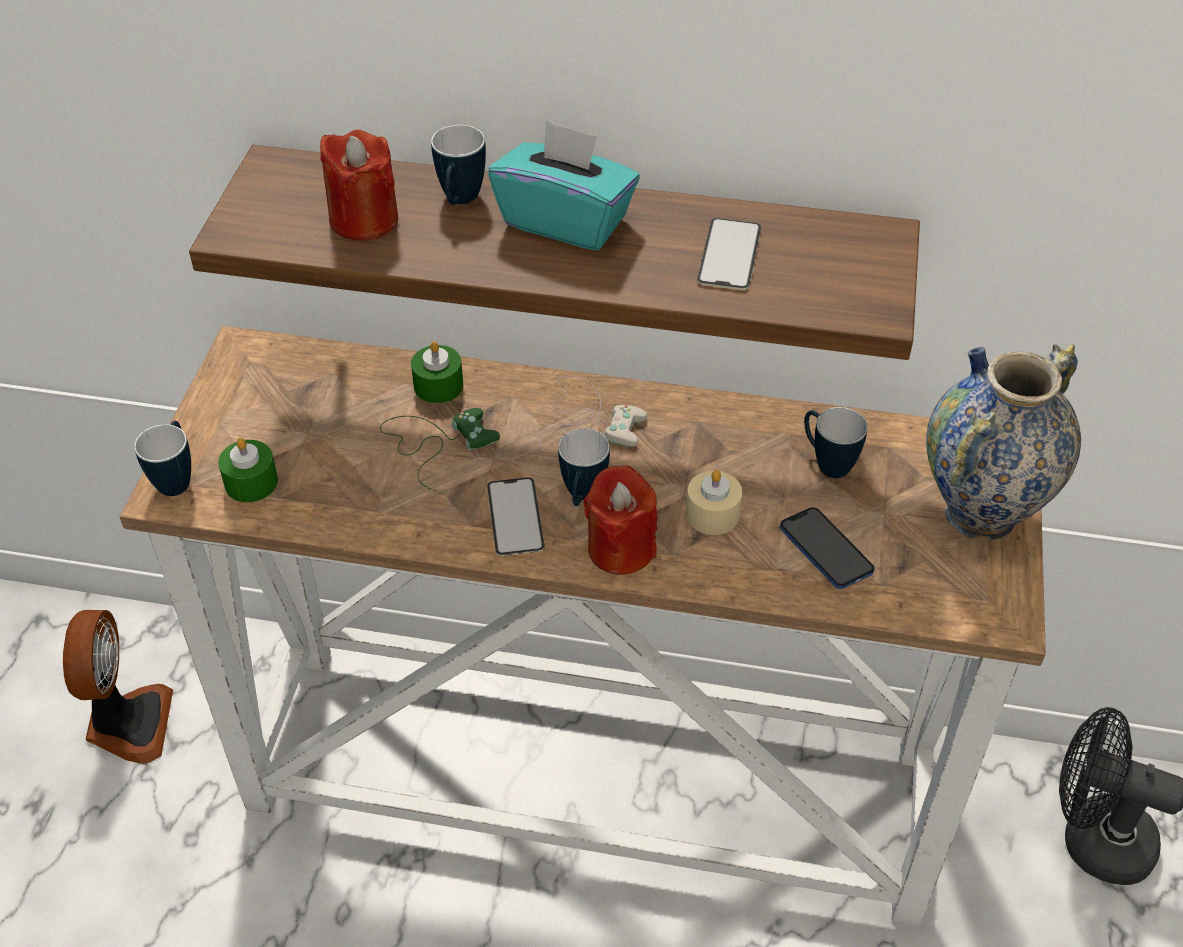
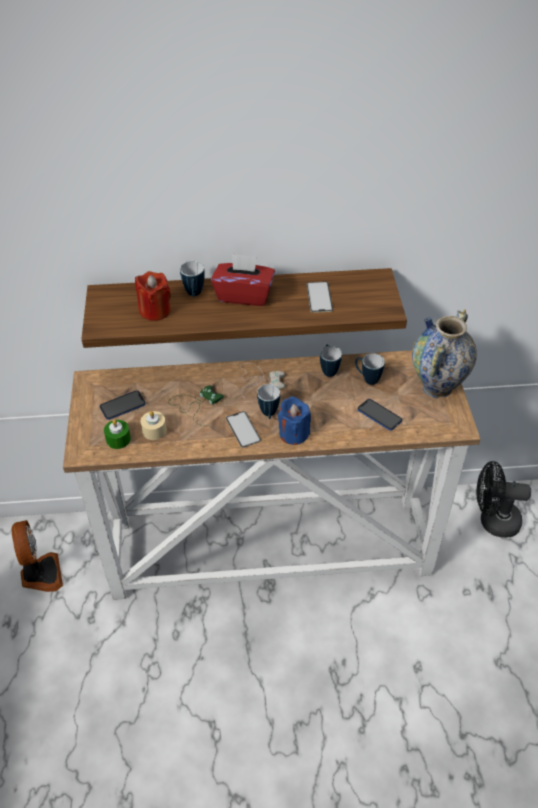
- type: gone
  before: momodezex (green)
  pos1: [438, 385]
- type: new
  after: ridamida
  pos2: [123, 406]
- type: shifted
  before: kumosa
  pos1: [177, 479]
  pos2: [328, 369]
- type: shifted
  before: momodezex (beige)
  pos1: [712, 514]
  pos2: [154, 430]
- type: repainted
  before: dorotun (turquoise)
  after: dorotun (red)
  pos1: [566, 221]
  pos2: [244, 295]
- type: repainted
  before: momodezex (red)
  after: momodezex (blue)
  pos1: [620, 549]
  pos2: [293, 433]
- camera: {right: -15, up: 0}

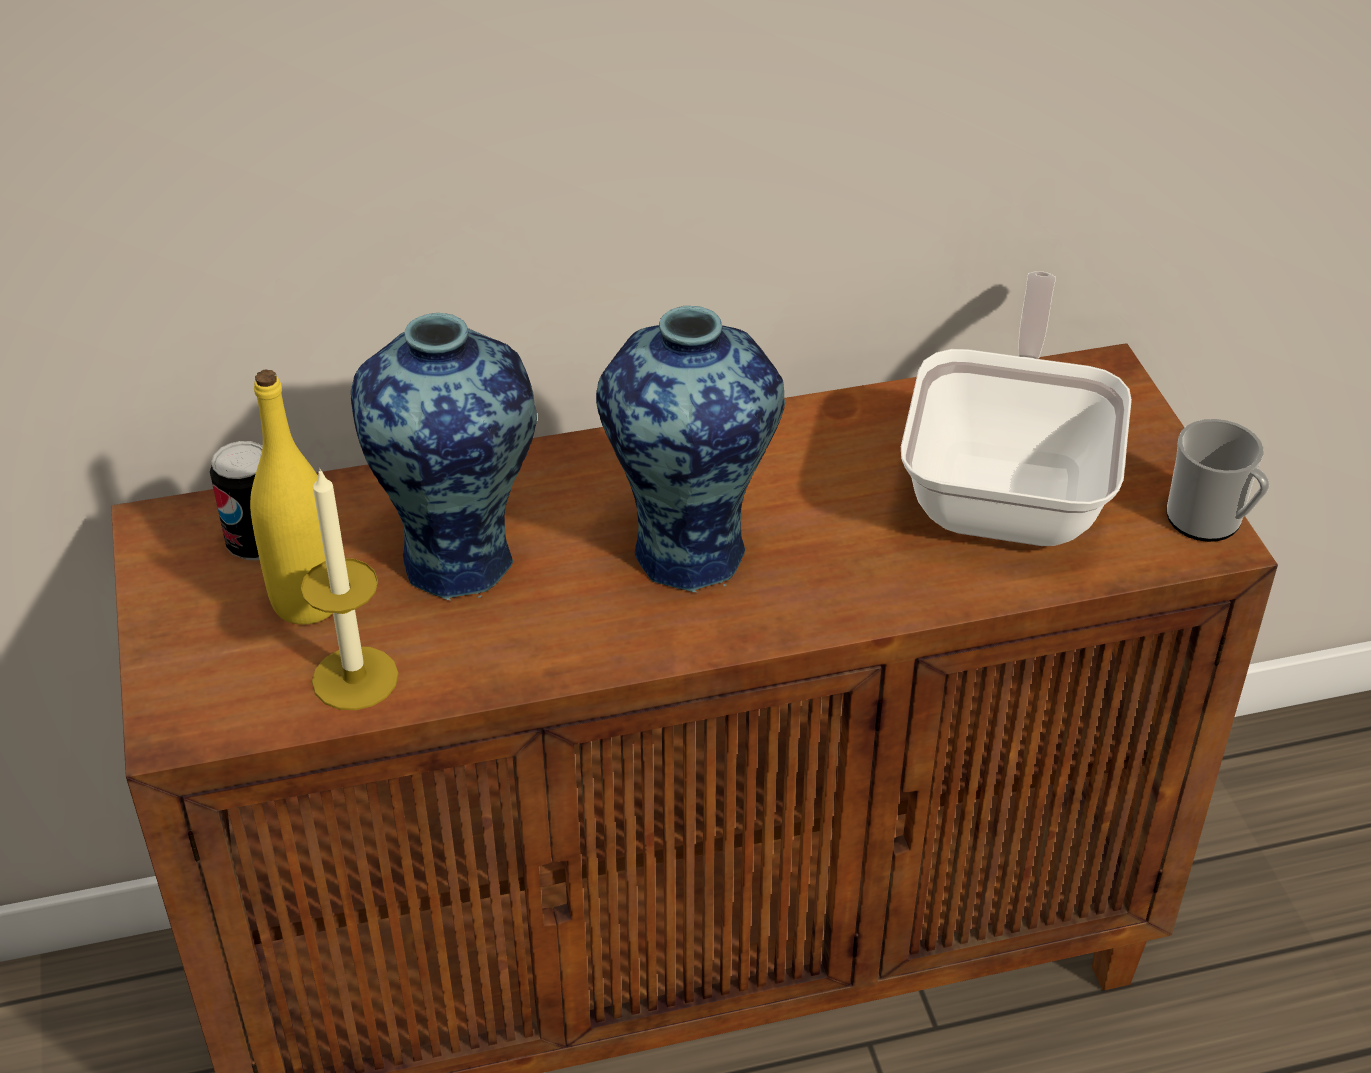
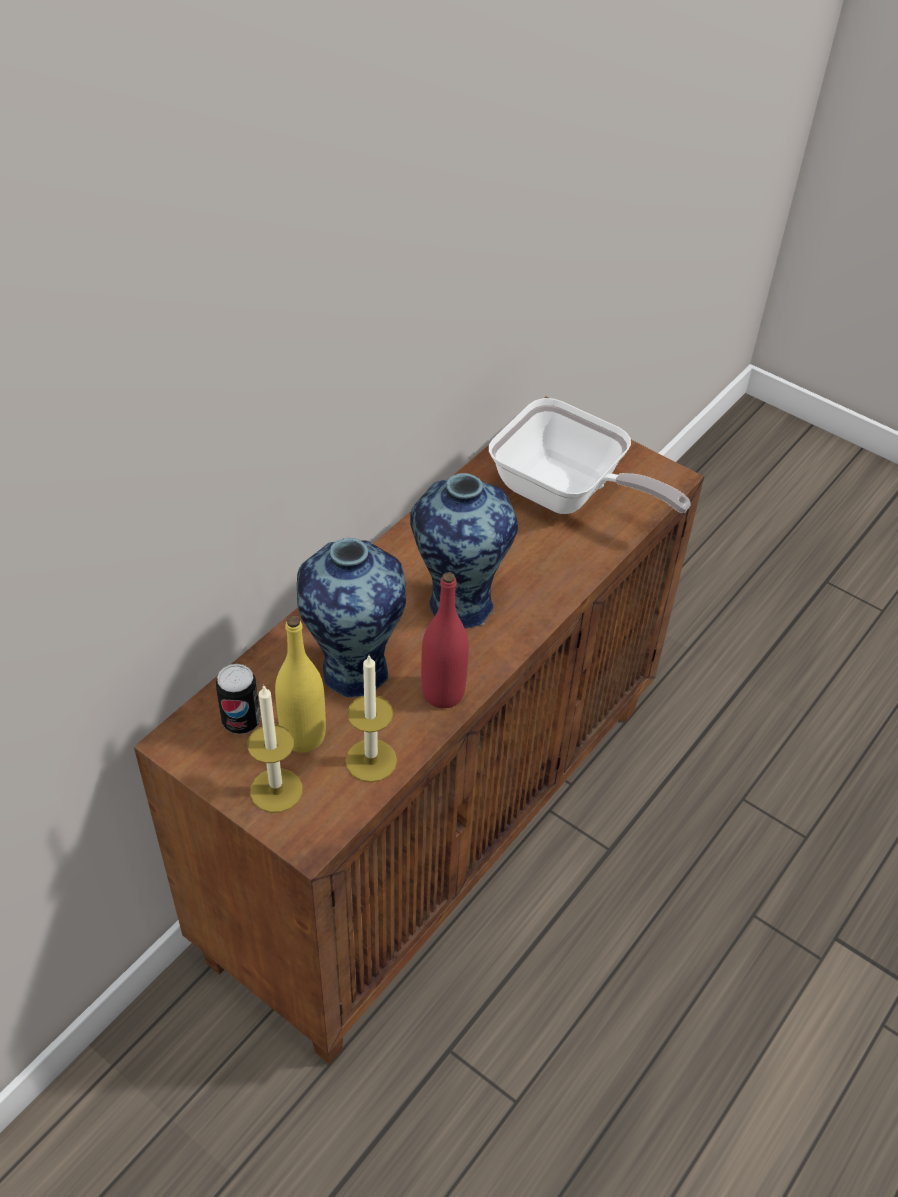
- type: gone
  before: kumosa
  pos1: [1210, 522]
- type: new
  after: momodezex
  pos2: [276, 790]
- type: new
  after: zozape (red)
  pos2: [443, 693]
- type: rotated
  before: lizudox
  pos1: [1011, 487]
  pos2: [567, 495]
  turn: 150
- camera: {right: -40, up: 5}

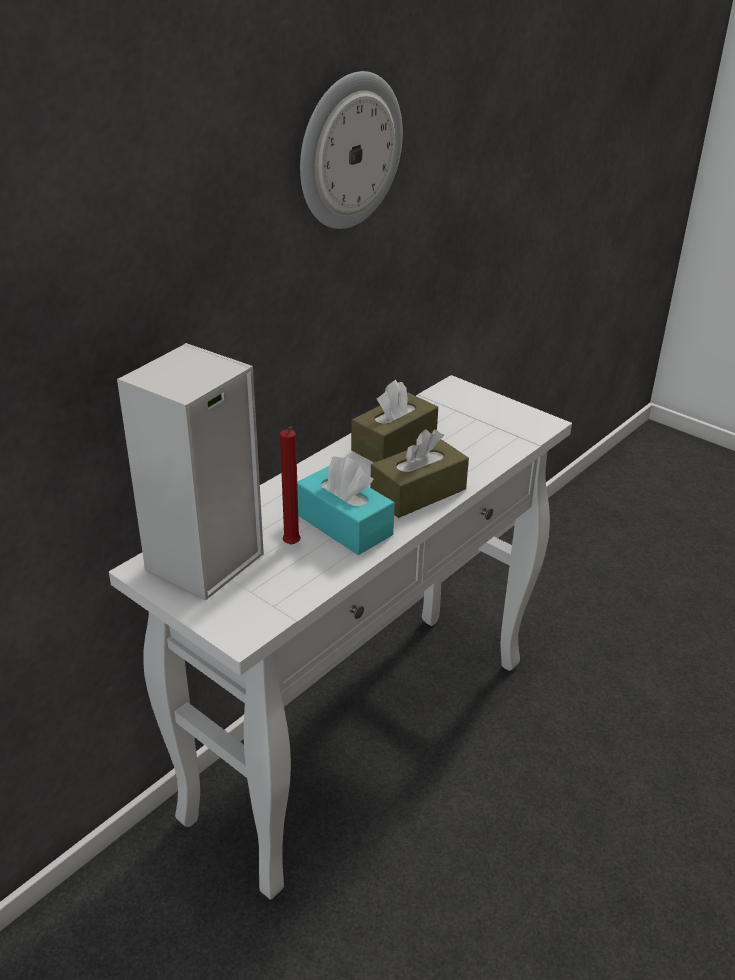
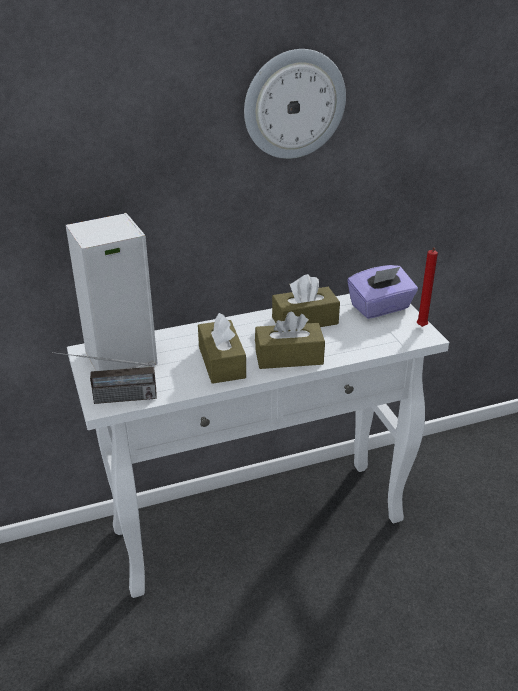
- type: new
  after: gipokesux
  pos2: [108, 399]
- type: new
  after: dorotun (purple)
  pos2: [380, 307]
- type: shifted
  before: momodezex (red)
  pos1: [292, 546]
  pos2: [421, 327]
- type: repainted
  before: dorotun (turquoise)
  after: dorotun (brown)
  pos1: [344, 525]
  pos2: [222, 362]
- camera: {right: 30, up: 0}

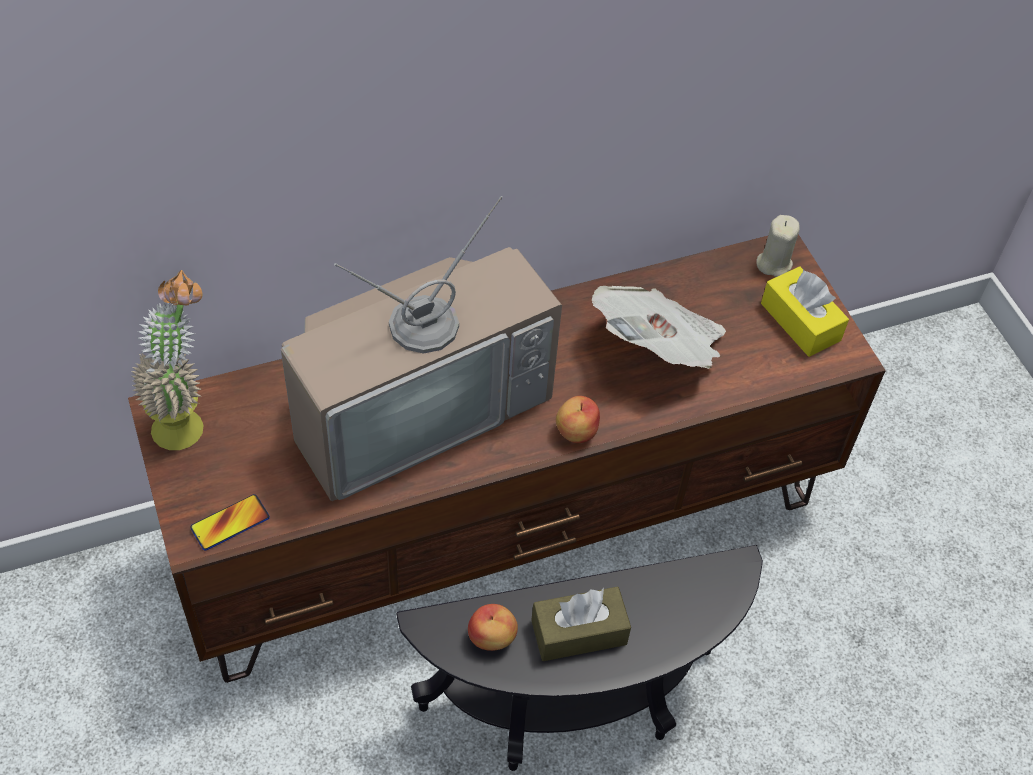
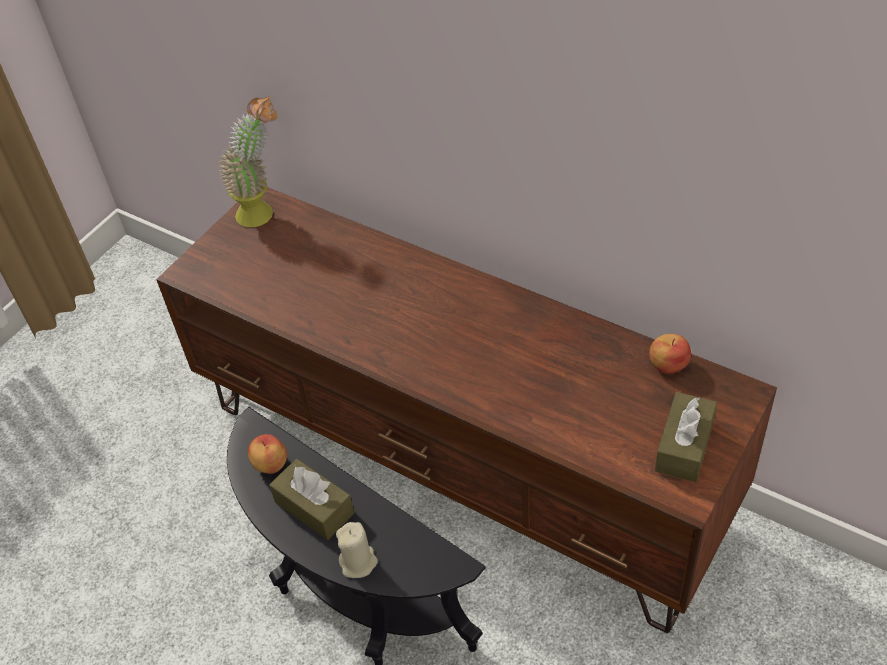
- type: gone
  before: ridamida
  pos1: [230, 523]
- type: gone
  before: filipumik
  pos1: [418, 406]
- type: gone
  before: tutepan
  pos1: [659, 348]
- type: shifted
  before: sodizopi
  pos1: [576, 431]
  pos2: [668, 364]
- type: shifted
  before: momodezex (beige)
  pos1: [773, 263]
  pos2: [358, 562]
- type: repainted
  before: dorotun (yellow)
  after: dorotun (brown)
  pos1: [800, 322]
  pos2: [684, 446]
- camera: {right: 60, up: -5}

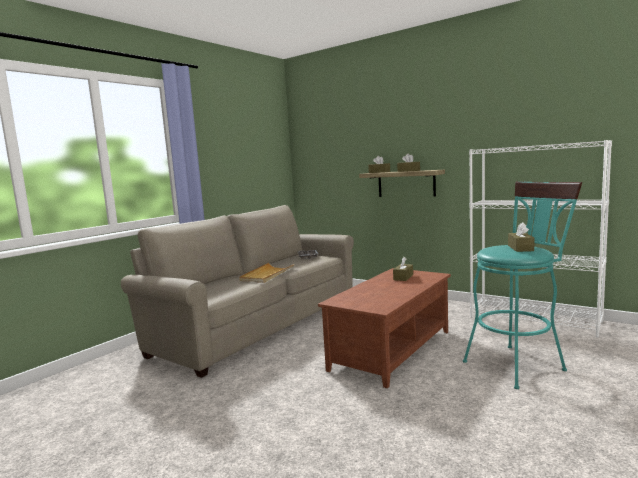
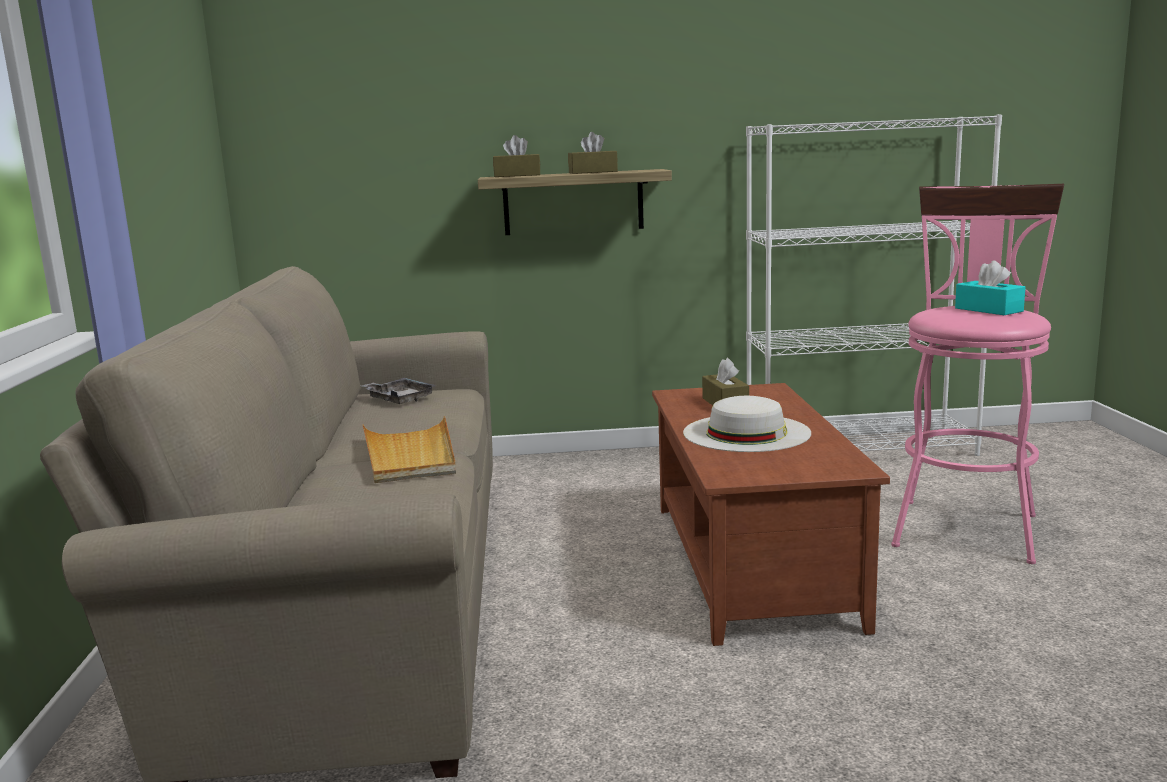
- type: new
  after: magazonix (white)
  pos2: [746, 433]
- type: repainted
  before: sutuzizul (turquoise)
  after: sutuzizul (pink)
  pos1: [518, 363]
  pos2: [965, 524]
- type: repainted
  before: dorotun (brown)
  after: dorotun (turquoise)
  pos1: [520, 248]
  pos2: [988, 310]
- camera: {right: -40, up: 5}

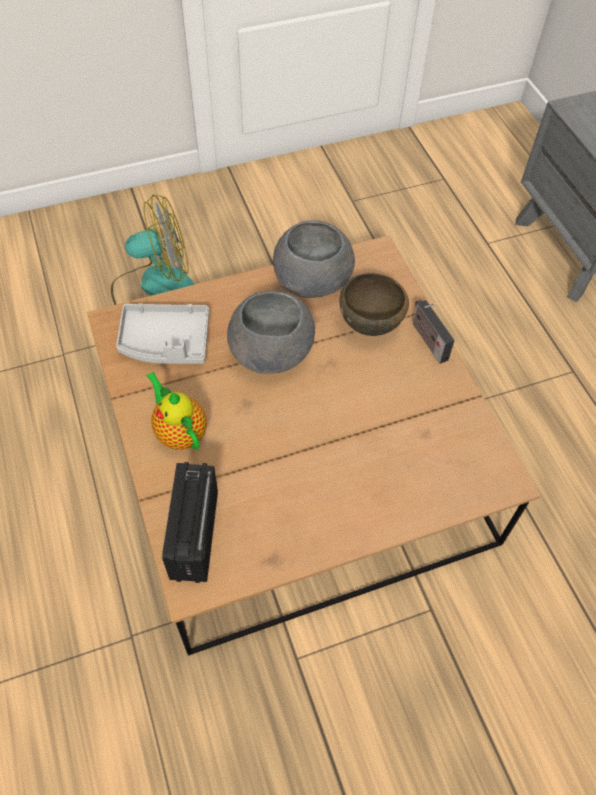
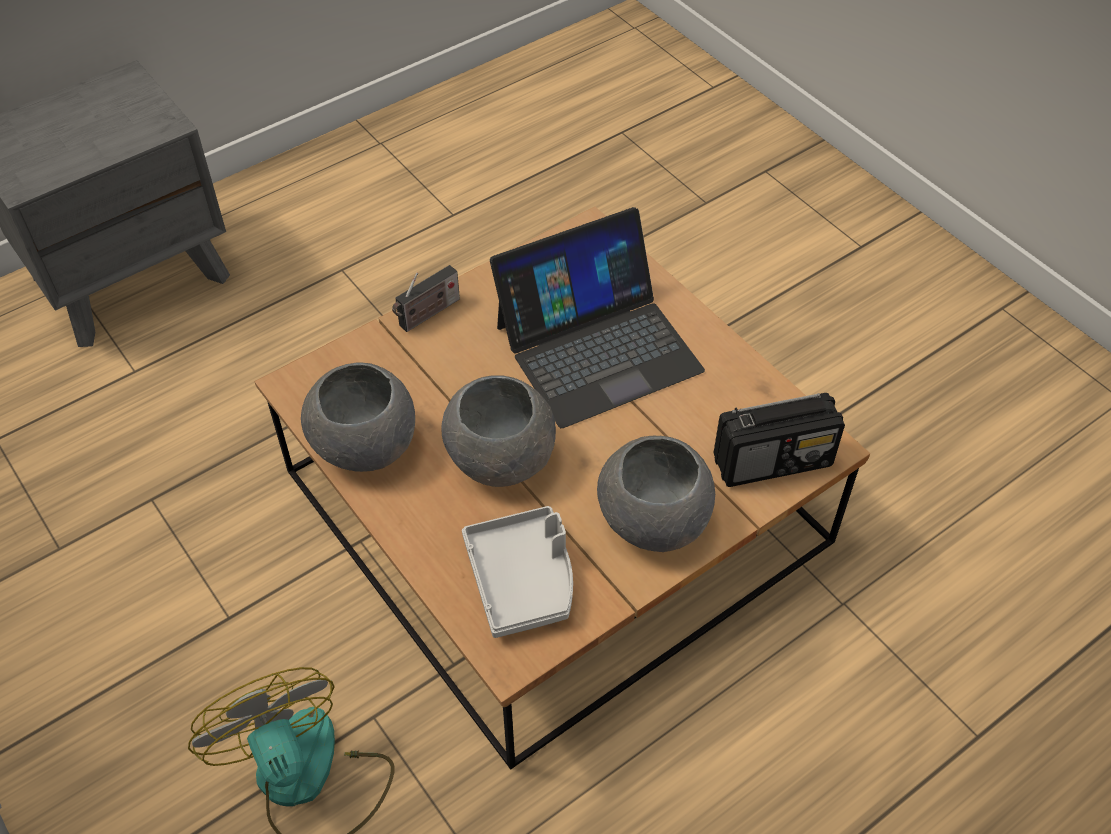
- type: gone
  before: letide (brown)
  pos1: [370, 325]
- type: new
  after: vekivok
  pos2: [597, 347]
- type: swapped
  before: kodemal
  after: letide (grey)
  pos1: [179, 431]
  pos2: [652, 517]
- camera: {right: -105, up: -5}

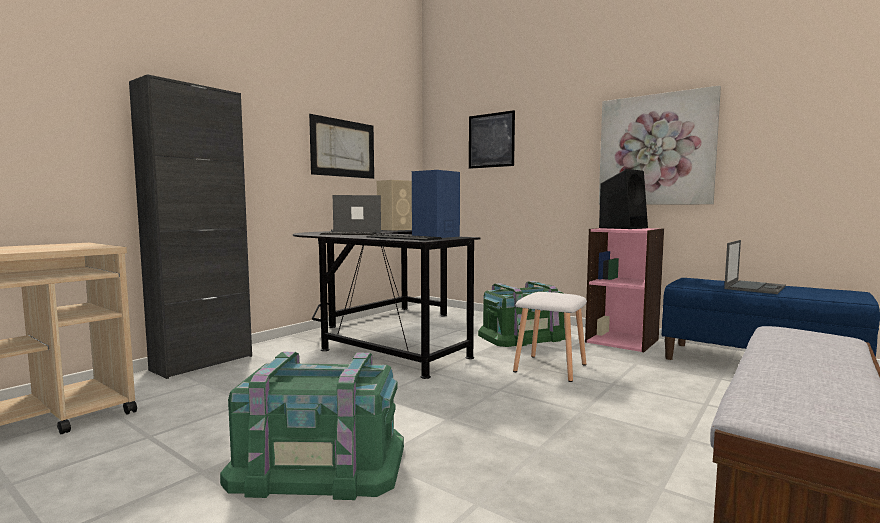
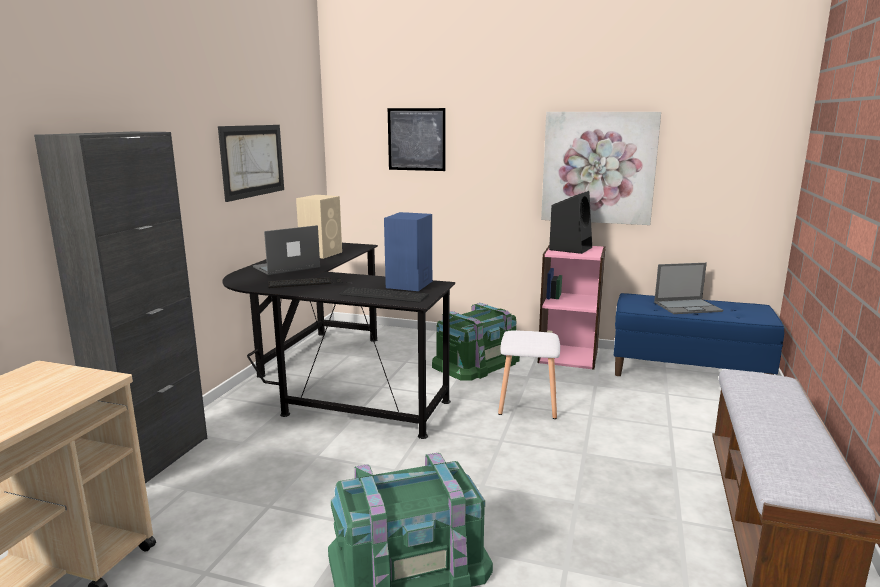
- type: rotated
  before: vekivok
  pos1: [754, 287]
  pos2: [688, 307]
  turn: 60
- camera: {right: -20, up: 10}

